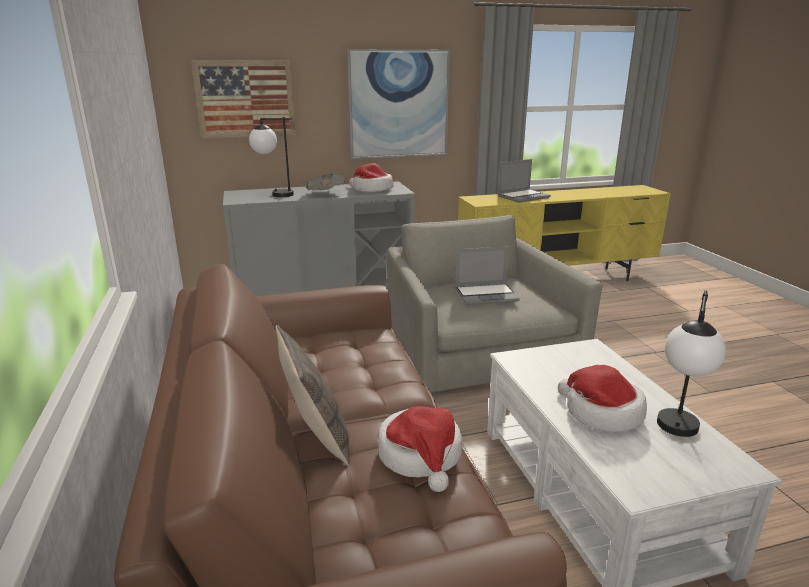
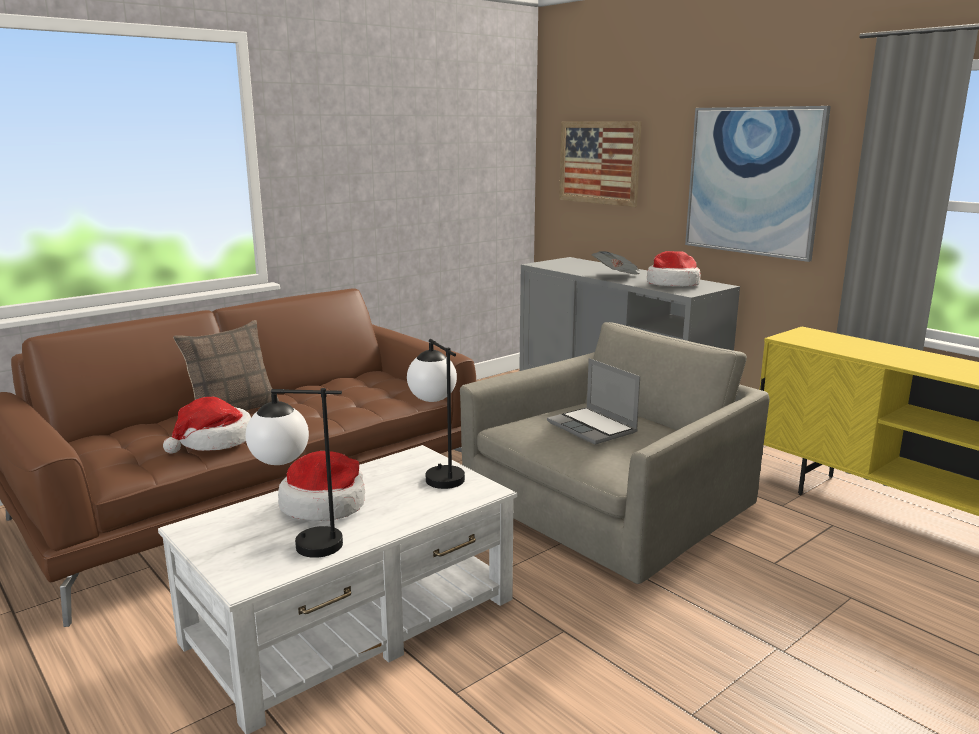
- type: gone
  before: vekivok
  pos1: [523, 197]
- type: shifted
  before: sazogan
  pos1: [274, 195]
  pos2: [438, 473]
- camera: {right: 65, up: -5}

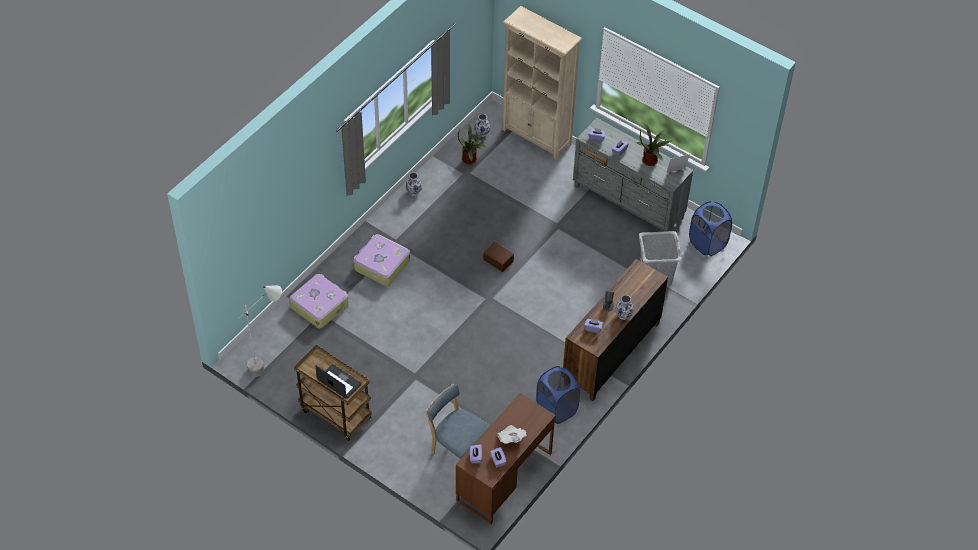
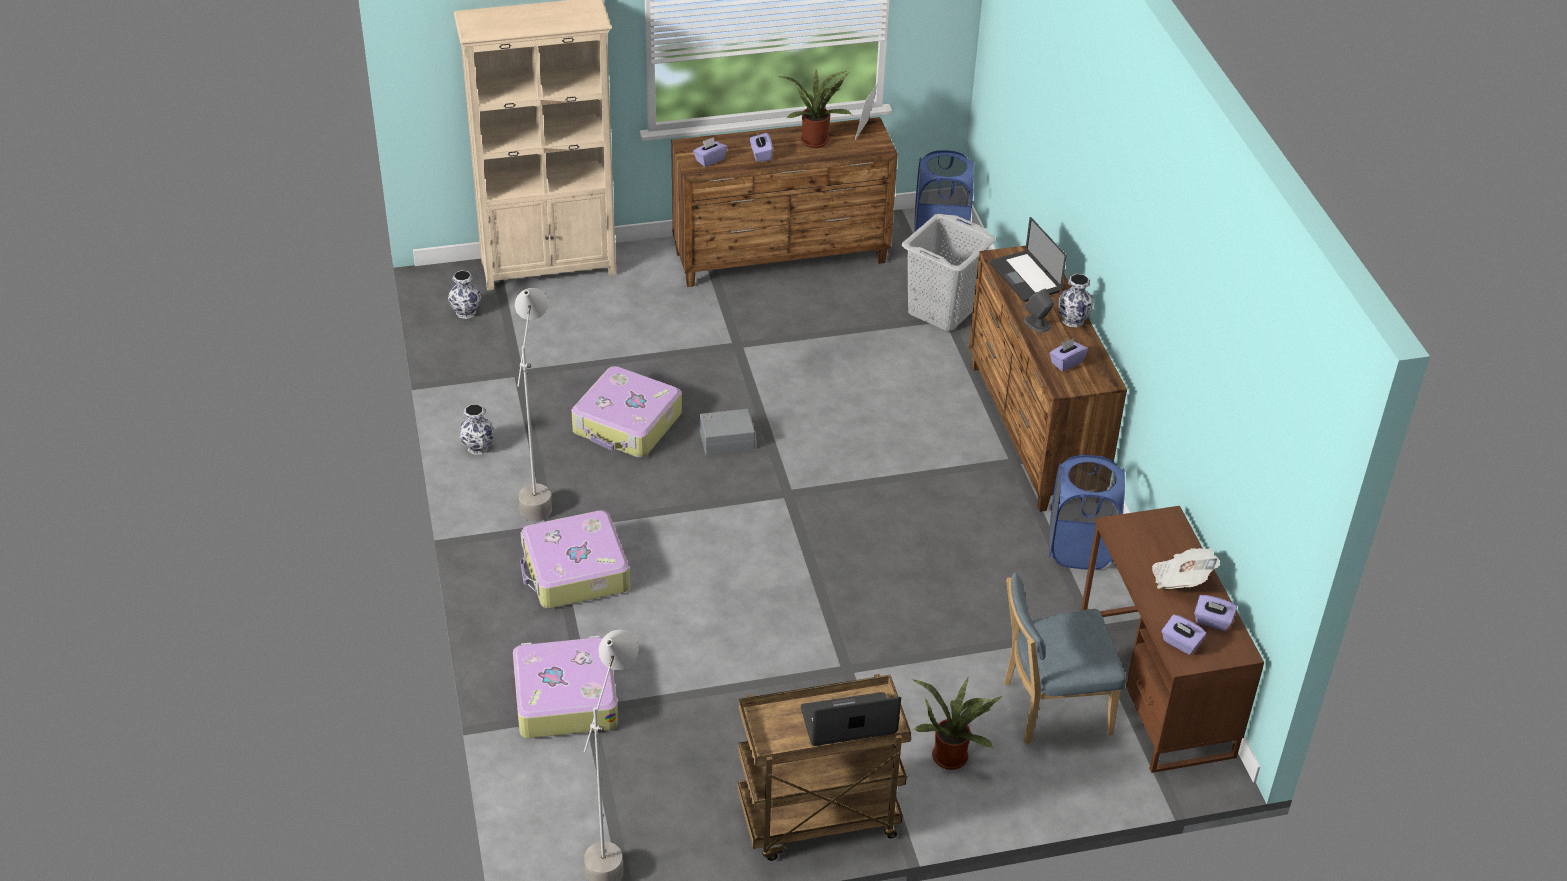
- type: new
  after: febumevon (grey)
  pos2: [539, 491]
- type: new
  after: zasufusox
  pos2: [627, 424]
- type: new
  after: vekivok
  pos2: [1025, 278]
- type: shifted
  before: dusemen
  pos1: [471, 159]
  pos2: [951, 754]
- type: repainted
  before: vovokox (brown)
  after: vovokox (grey)
  pos1: [498, 259]
  pos2: [726, 439]
- type: repainted
  before: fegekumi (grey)
  after: fegekumi (brown)
  pos1: [628, 203]
  pos2: [781, 258]
- camera: {right: -50, up: -10}

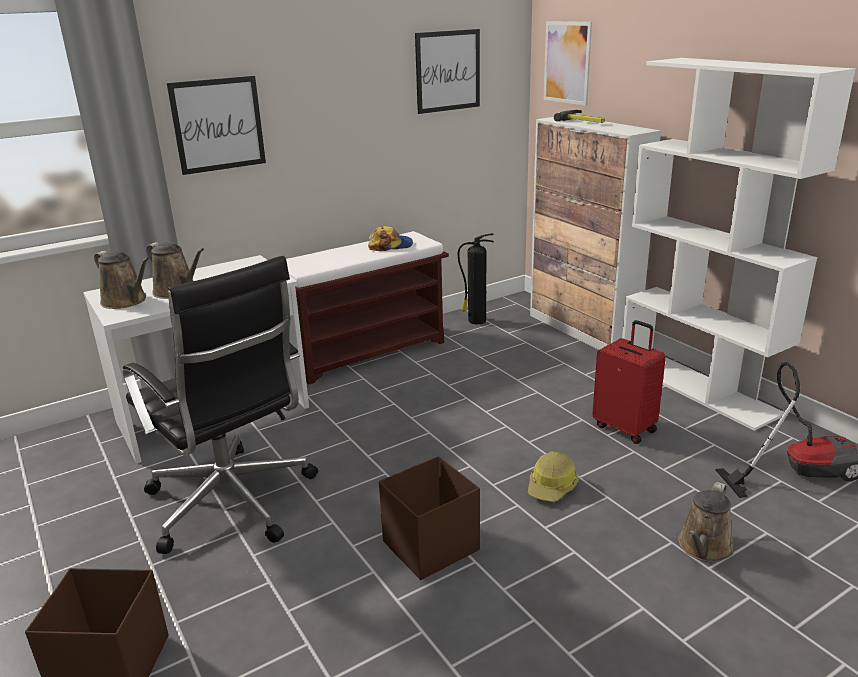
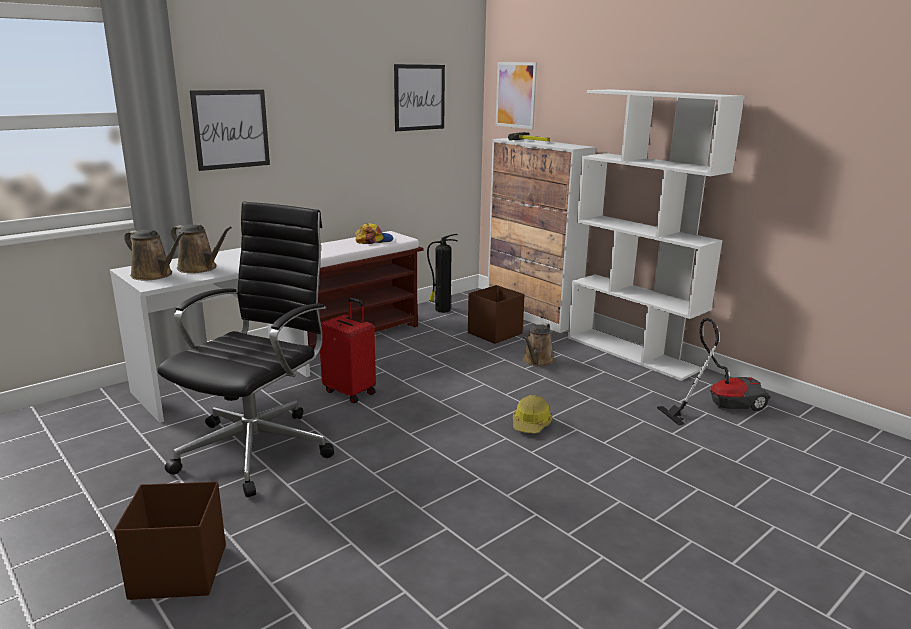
- type: shifted
  before: vovokox (brown)
  pos1: [429, 546]
  pos2: [494, 333]
- type: shifted
  before: zasufusox (red)
  pos1: [625, 428]
  pos2: [350, 392]
- type: shifted
  before: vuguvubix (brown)
  pos1: [704, 548]
  pos2: [537, 361]
- type: rotated
  before: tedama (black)
  pos1: [233, 503]
  pos2: [258, 448]
  turn: -105
- camera: {right: -10, up: -5}

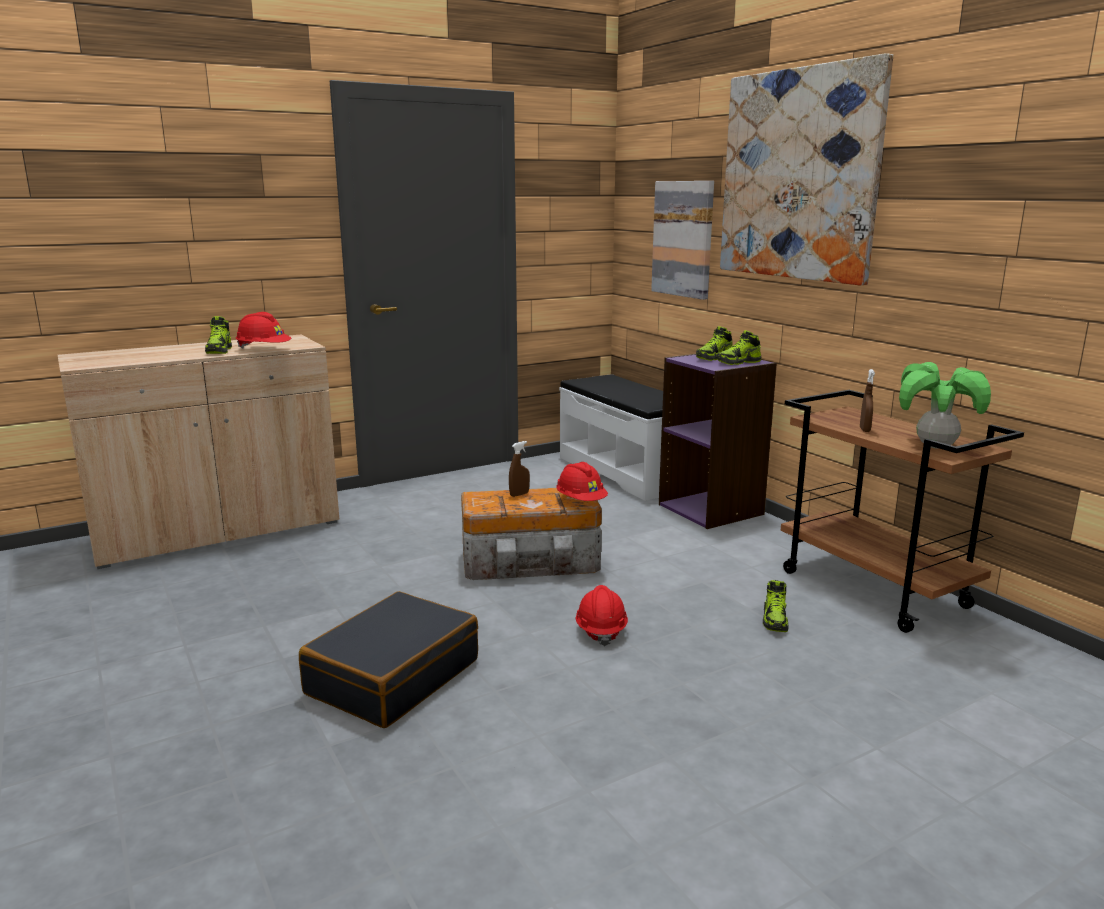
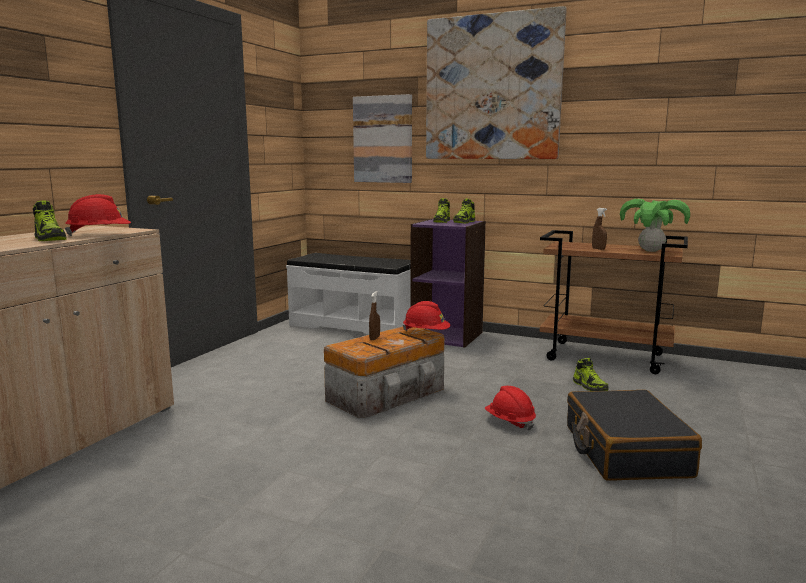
- type: shifted
  before: zasufusox (black)
  pos1: [392, 676]
  pos2: [625, 451]
- camera: {right: -35, up: -5}

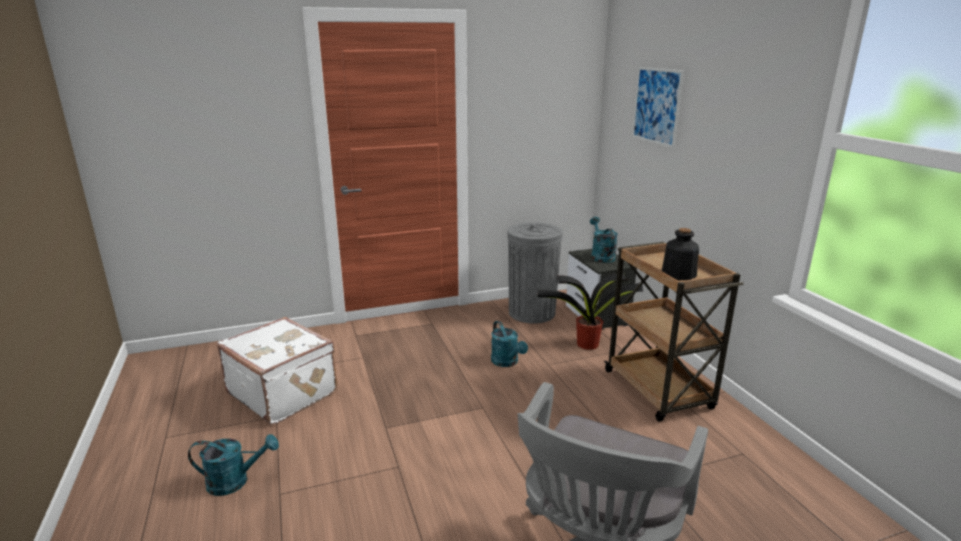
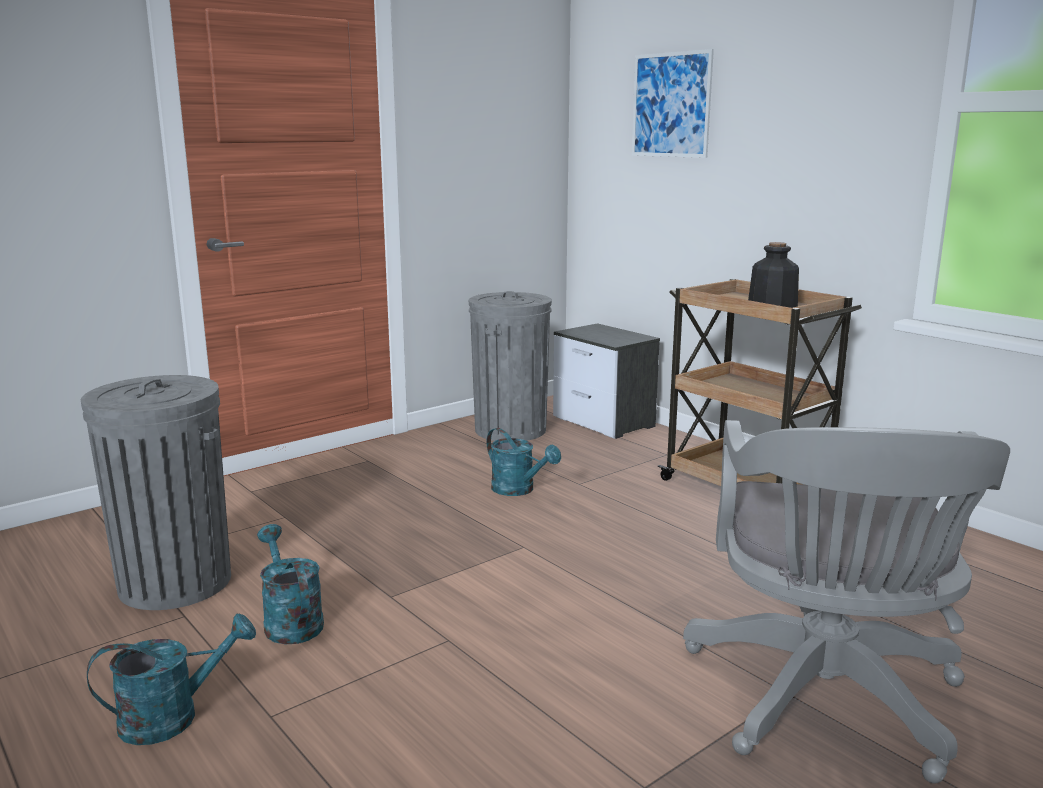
- type: gone
  before: dusemen
  pos1: [586, 344]
- type: shifted
  before: vuguvubix (turquoise)
  pos1: [601, 256]
  pos2: [290, 621]
- type: swapped
  before: zasufusox (white)
  after: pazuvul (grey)
  pos1: [284, 392]
  pos2: [175, 582]
- camera: {right: -20, up: -5}

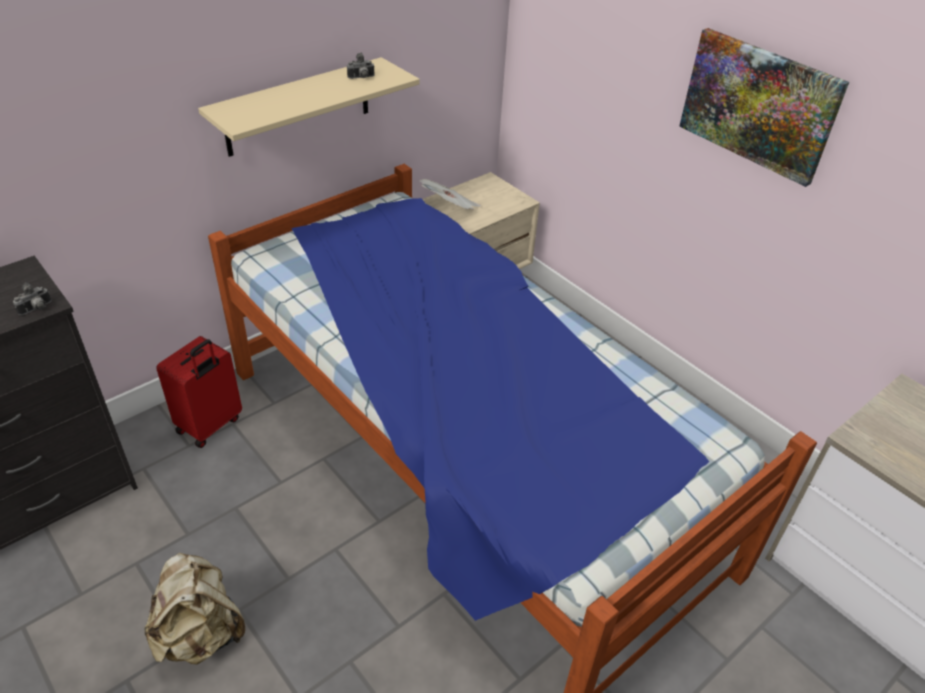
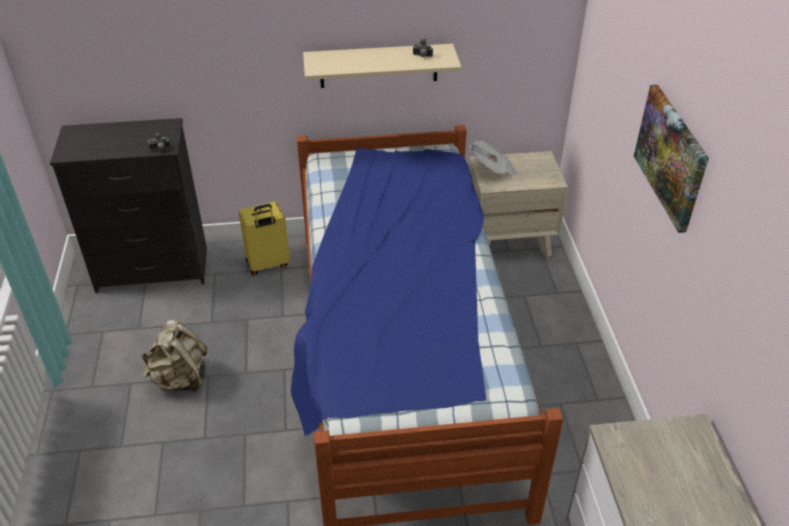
- type: repainted
  before: zasufusox (red)
  after: zasufusox (yellow)
  pos1: [210, 425]
  pos2: [268, 264]
- camera: {right: 35, up: 0}

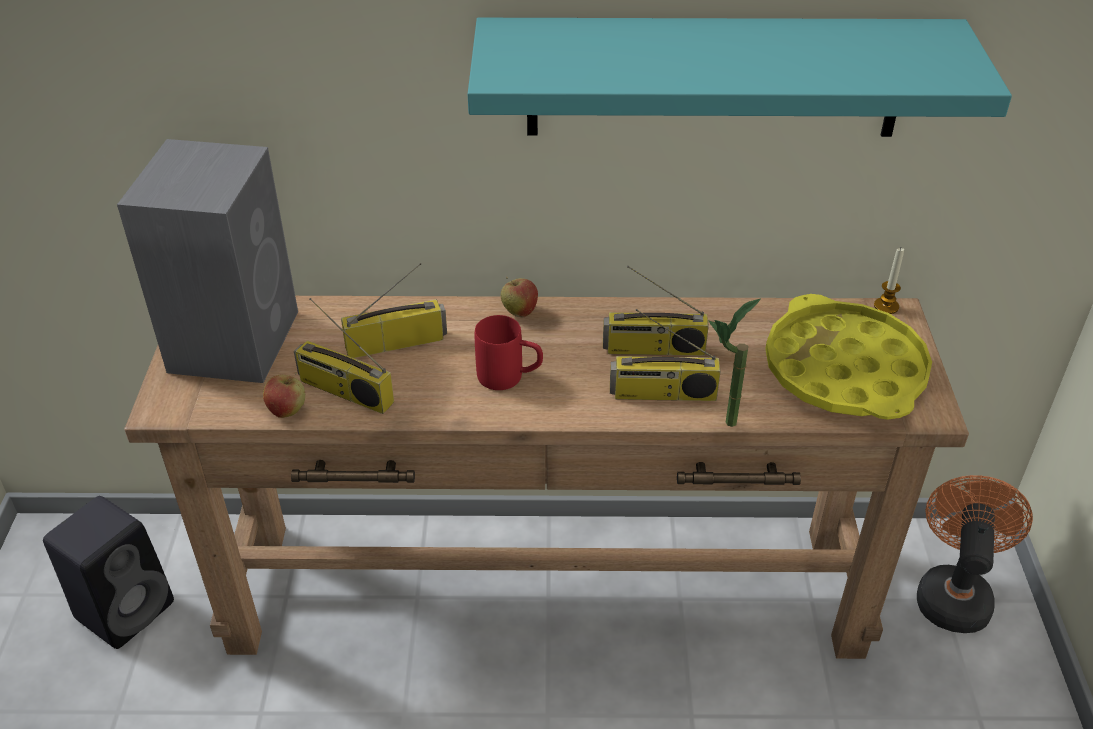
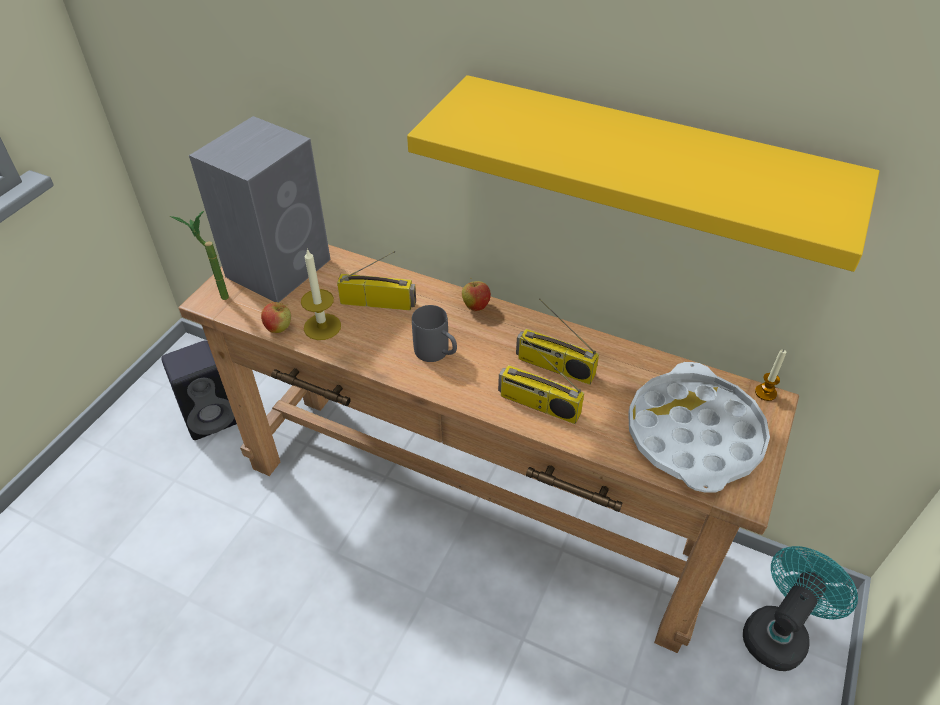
- type: shifted
  before: dusemen
  pos1: [720, 425]
  pos2: [217, 296]
- type: swapped
  before: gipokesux
  after: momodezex
  pos1: [343, 391]
  pos2: [322, 327]
- type: repainted
  before: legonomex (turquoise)
  after: legonomex (yellow)
  pos1: [714, 78]
  pos2: [647, 167]
- type: repainted
  before: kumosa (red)
  after: kumosa (grey)
  pos1: [510, 378]
  pos2: [437, 354]
- type: repainted
  before: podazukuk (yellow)
  after: podazukuk (white)
  pos1: [844, 370]
  pos2: [693, 435]
- type: repainted
  before: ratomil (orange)
  after: ratomil (turquoise)
  pos1: [953, 593]
  pos2: [779, 632]
- camera: {right: 25, up: 5}

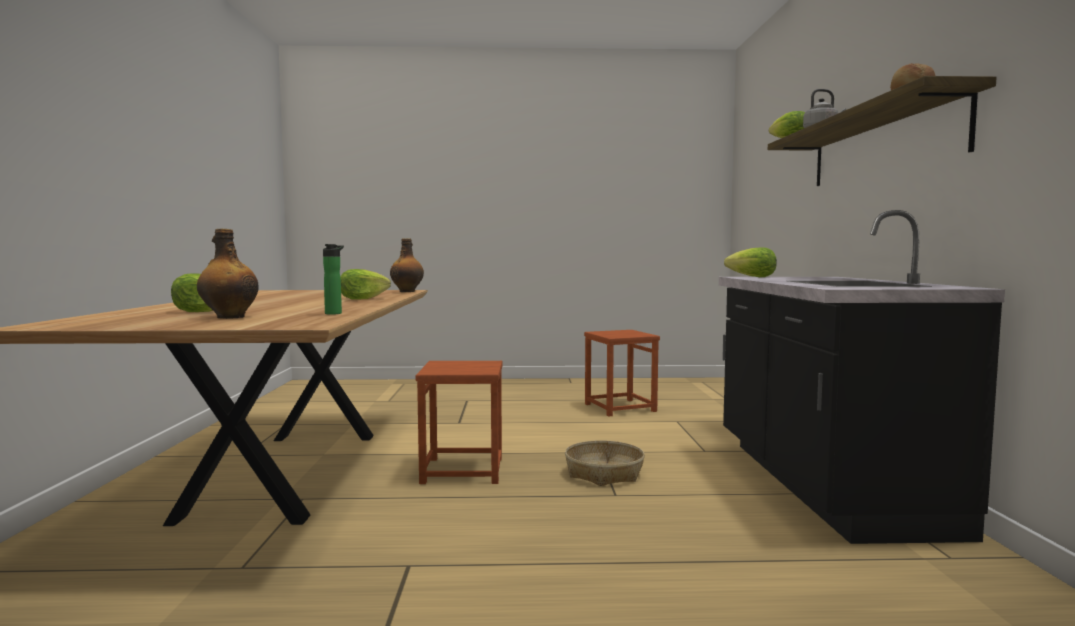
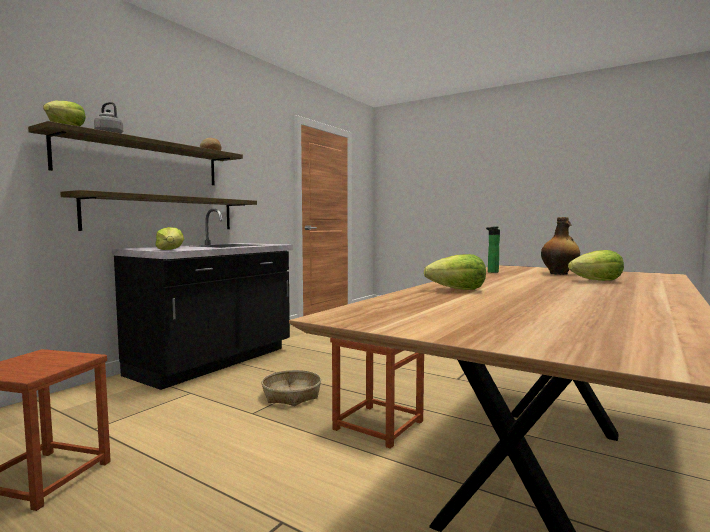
- type: gone
  before: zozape
  pos1: [407, 291]
- type: new
  after: legonomex
  pos2: [164, 213]
- camera: {right: -145, up: 0}

